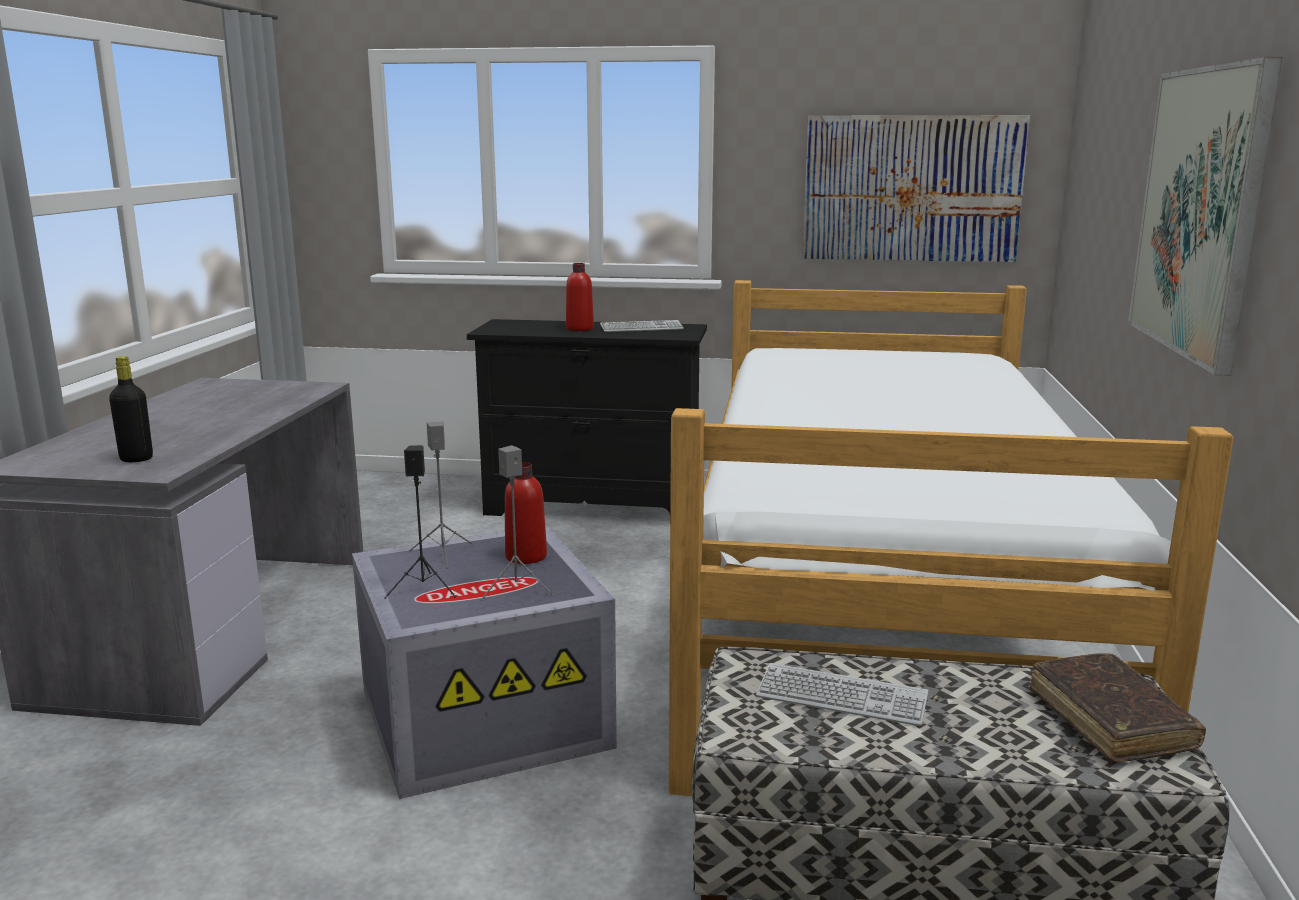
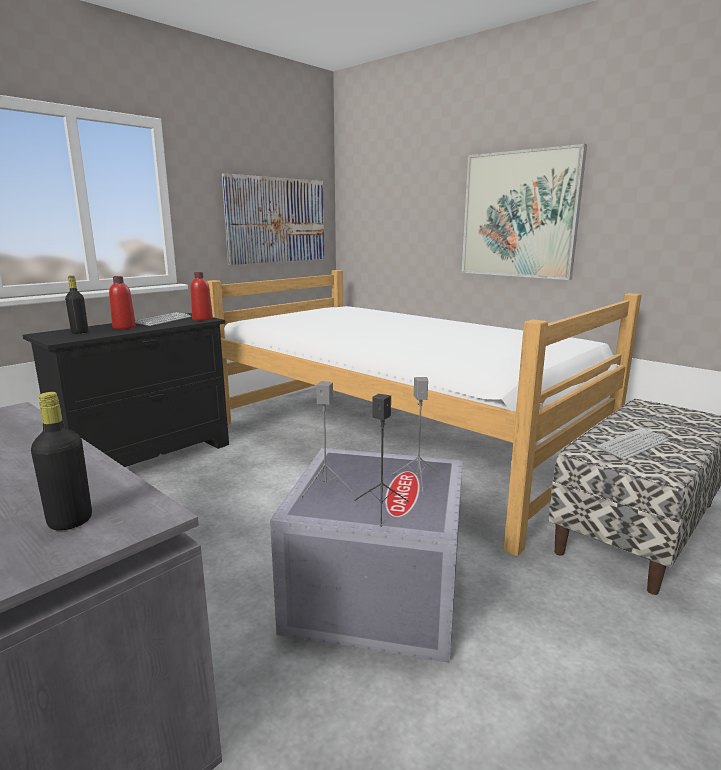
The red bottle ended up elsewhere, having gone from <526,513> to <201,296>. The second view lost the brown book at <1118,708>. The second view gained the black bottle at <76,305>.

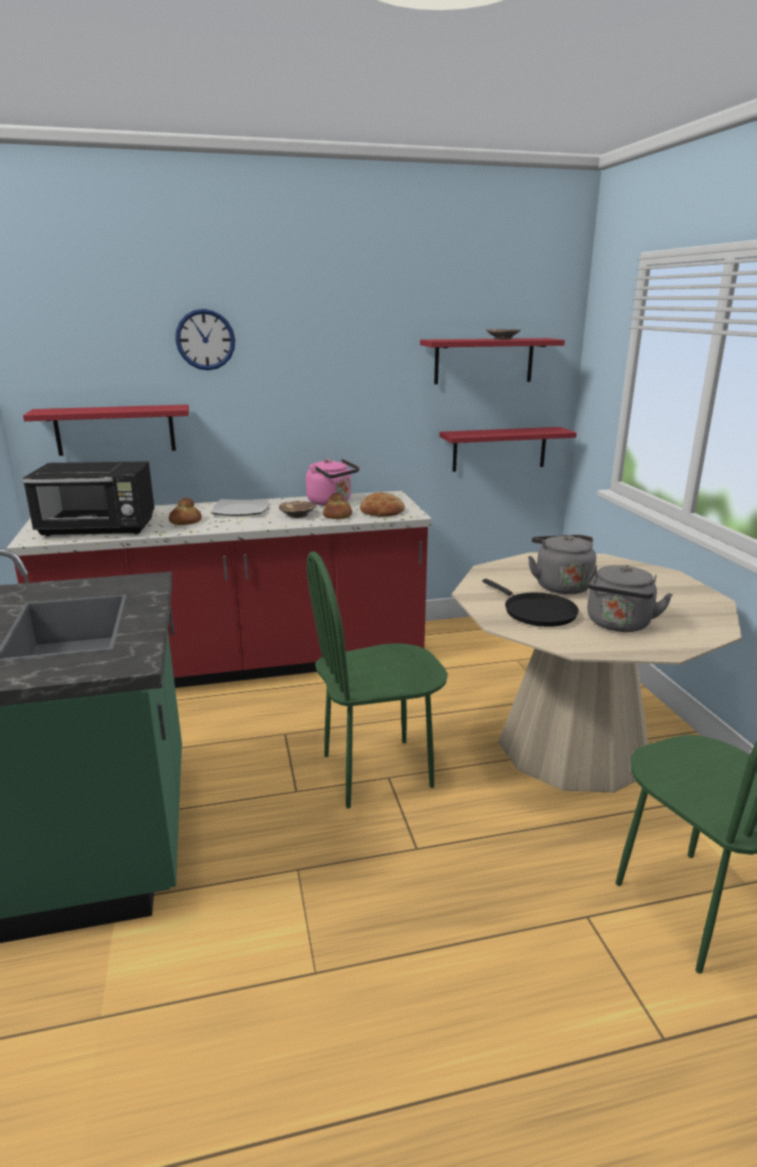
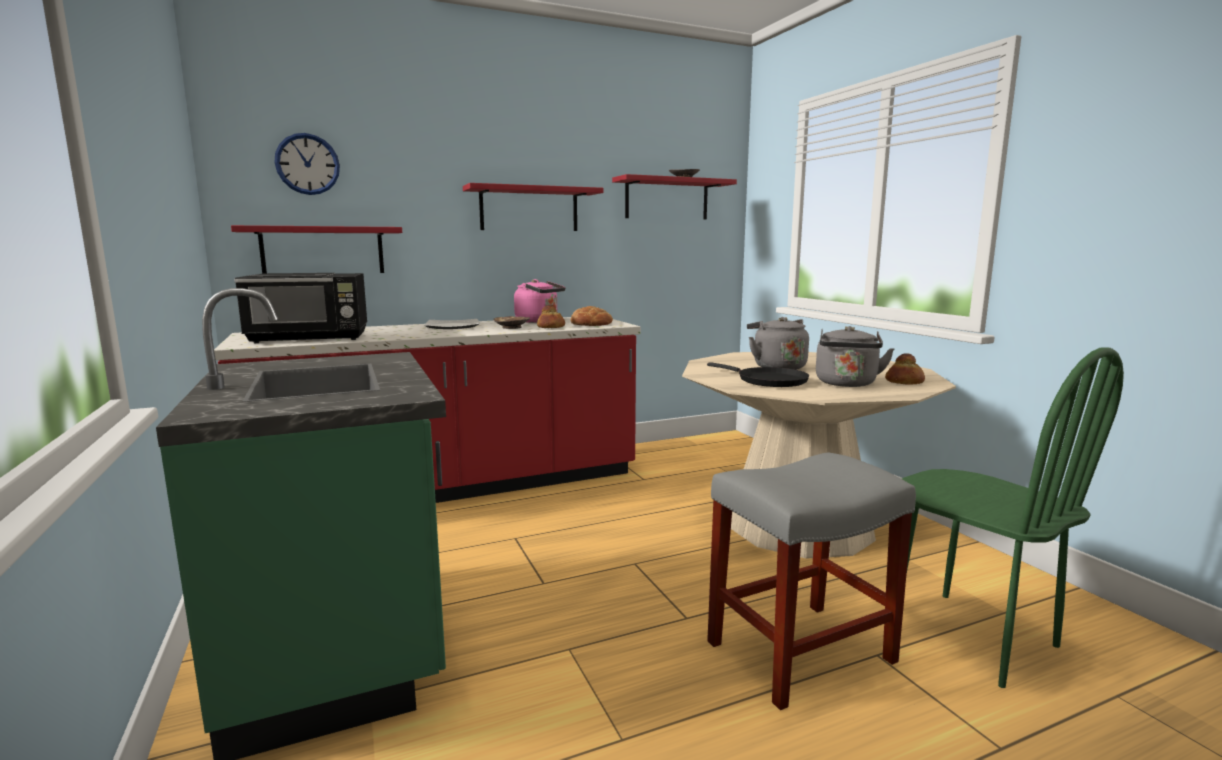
The bread ended up elsewhere, having gone from <185,511> to <905,369>. The wall clock ended up elsewhere, having gone from <205,339> to <307,164>. The second view lost the green chair at <377,680>. The red shelf ended up elsewhere, having gone from <508,449> to <533,207>. The second view gained the grey stool at <811,581>.

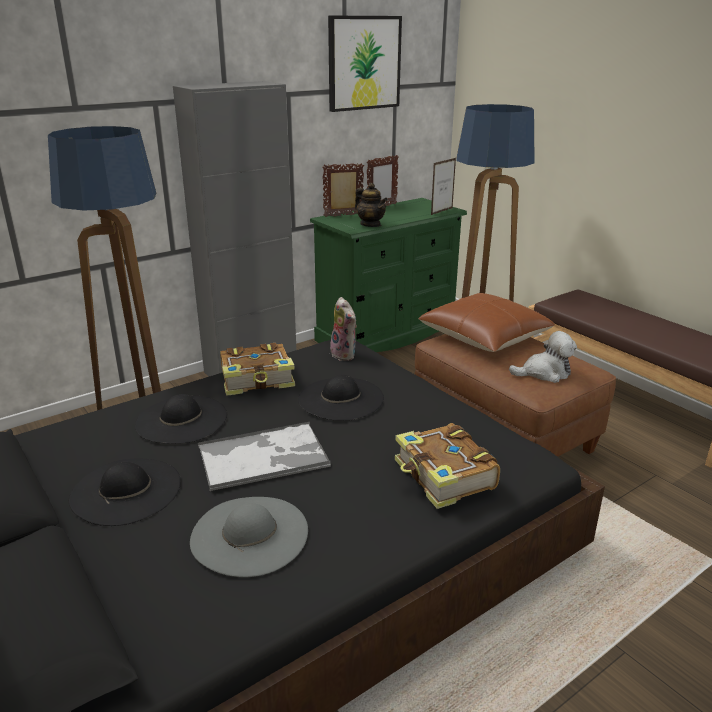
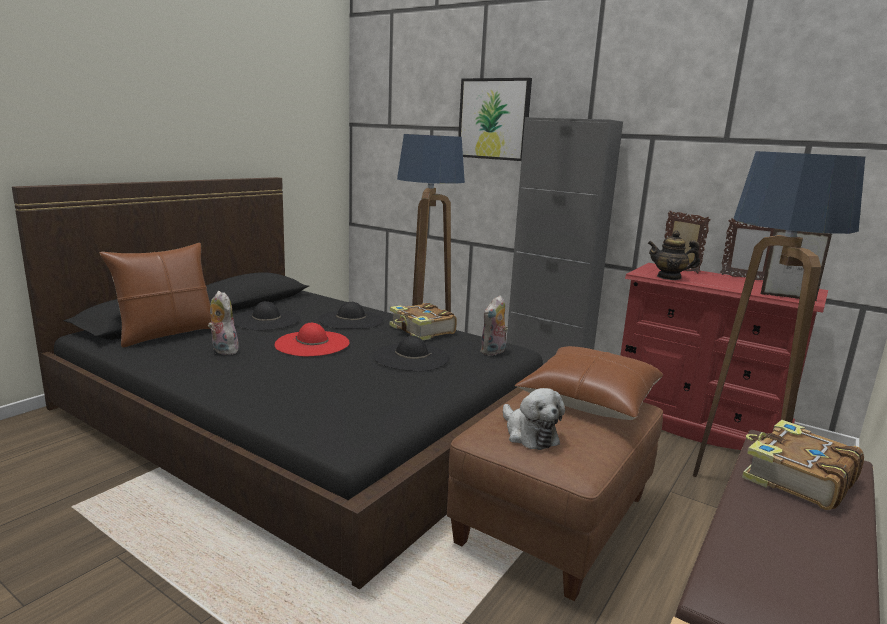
Where the grey hat stood at <249,537>, the plush toy came to stand at <223,323>. Where the tray stood at <264,456>, the red hat came to stand at <312,339>. What was the green dresser at <388,275> turned into the red dresser at <724,356>. The picture ended up elsewhere, having gone from <365,64> to <495,119>. The teapot at <371,205> ended up facing another way, 75 degrees clockwise from before. The book ended up elsewhere, having gone from <447,466> to <803,465>. The second view gained the brown pillow at <155,295>.

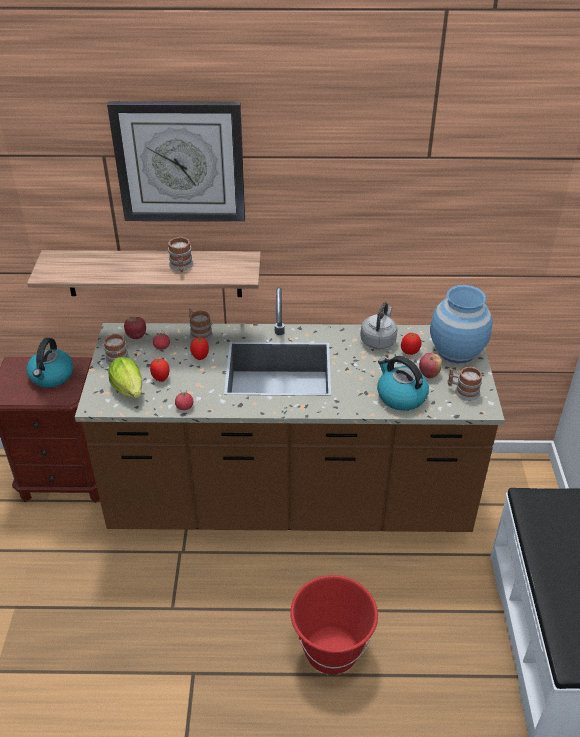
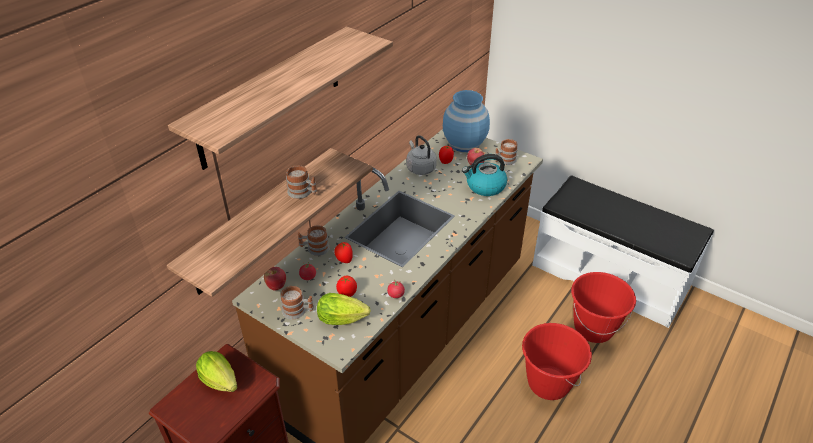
Where the kettle stood at <49,363>, the lettuce came to stand at <216,371>. Where the wall clock hung at <176,161>, the shelf came to hang at <280,98>. The second view gained the red bucket at <603,307>.

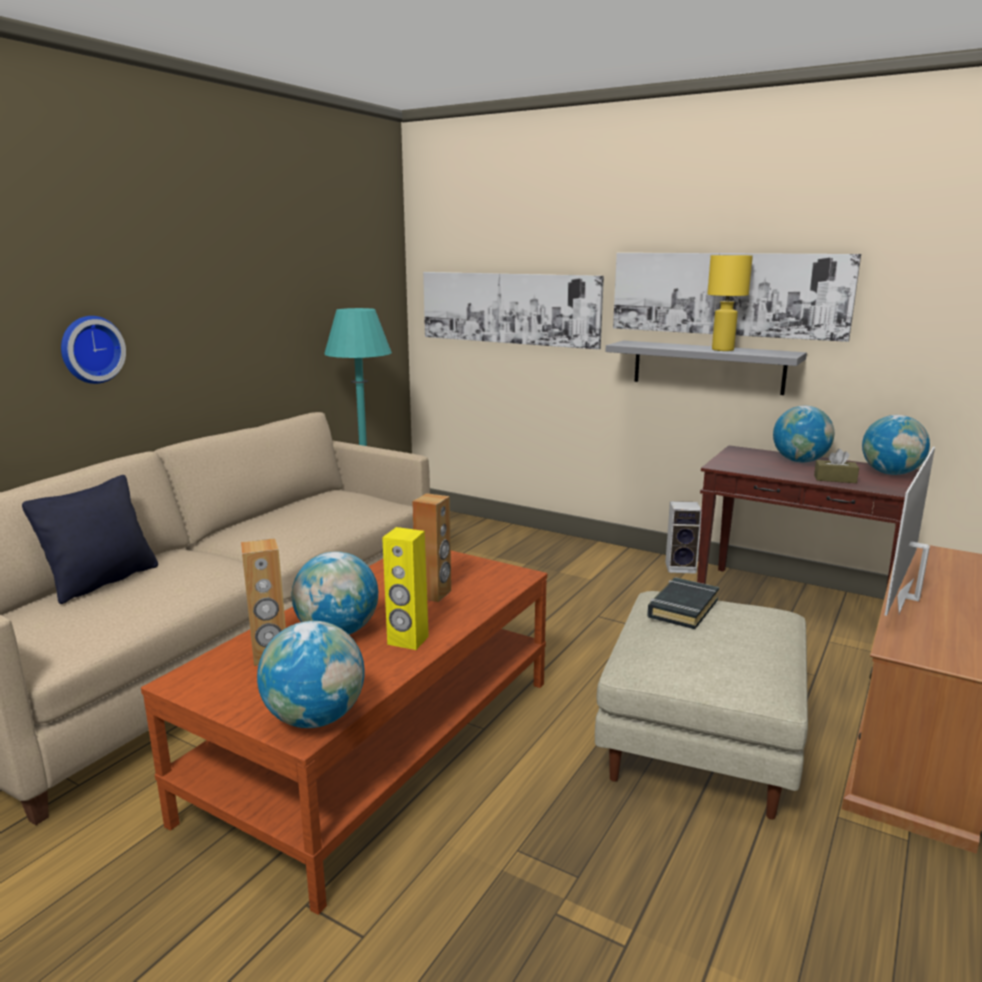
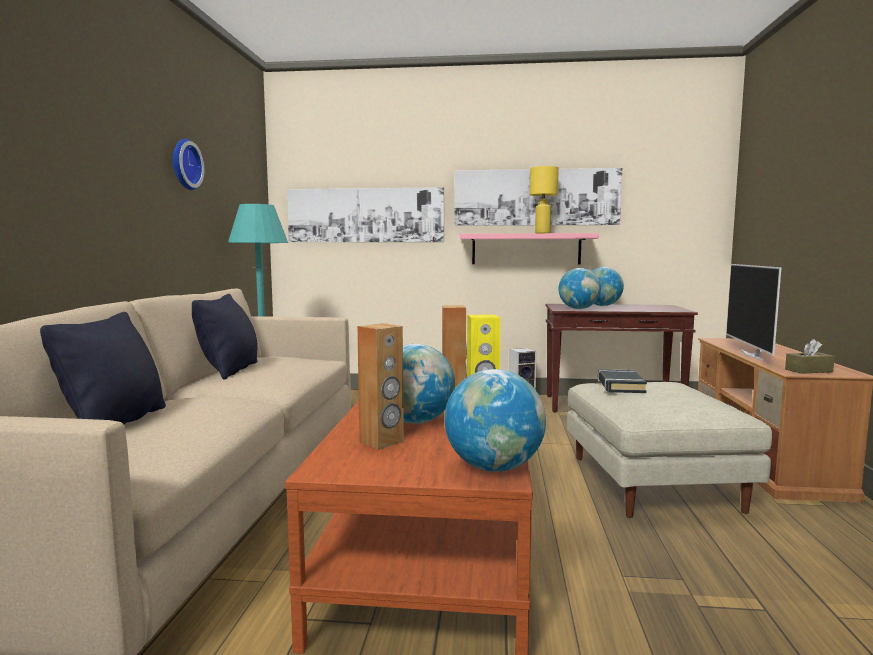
The wall clock ended up elsewhere, having gone from <93,350> to <188,164>. What was the grey shelf at <706,367> turned into the pink shelf at <529,249>. The brown tissue box ended up elsewhere, having gone from <836,466> to <810,356>. The globe ended up elsewhere, having gone from <896,445> to <579,288>. The second view gained the black pillow at <224,337>.

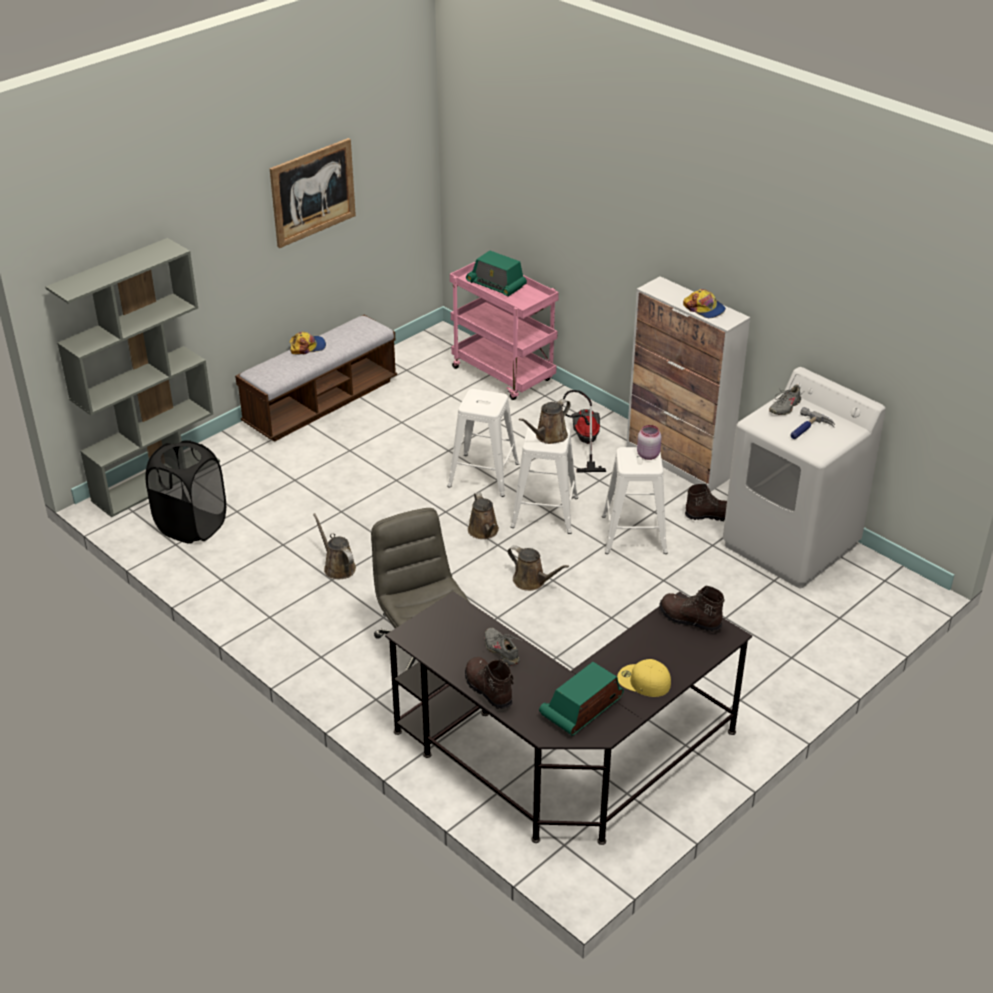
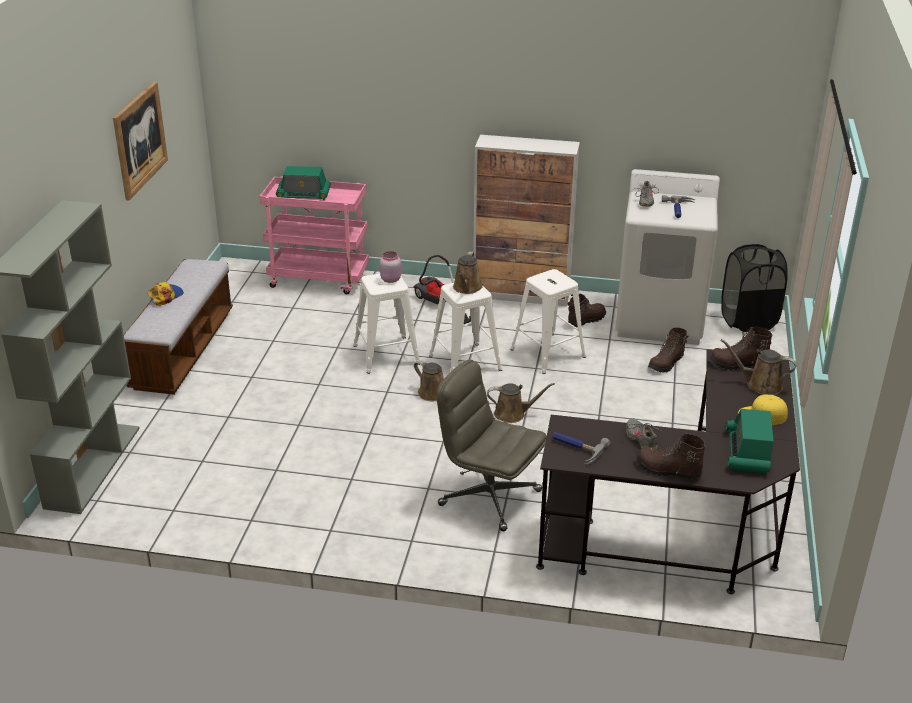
The black laundry basket ended up elsewhere, having gone from <185,492> to <754,288>. The brown watering can ended up elsewhere, having gone from <334,546> to <758,367>. The grey shoe at <502,647> ended up facing another way, 45 degrees clockwise from before. The pink jar ended up elsewhere, having gone from <649,442> to <390,267>. The second view lost the cap at <704,303>. The second view gained the hammer at <581,448>. The second view gained the brown boot at <668,350>.

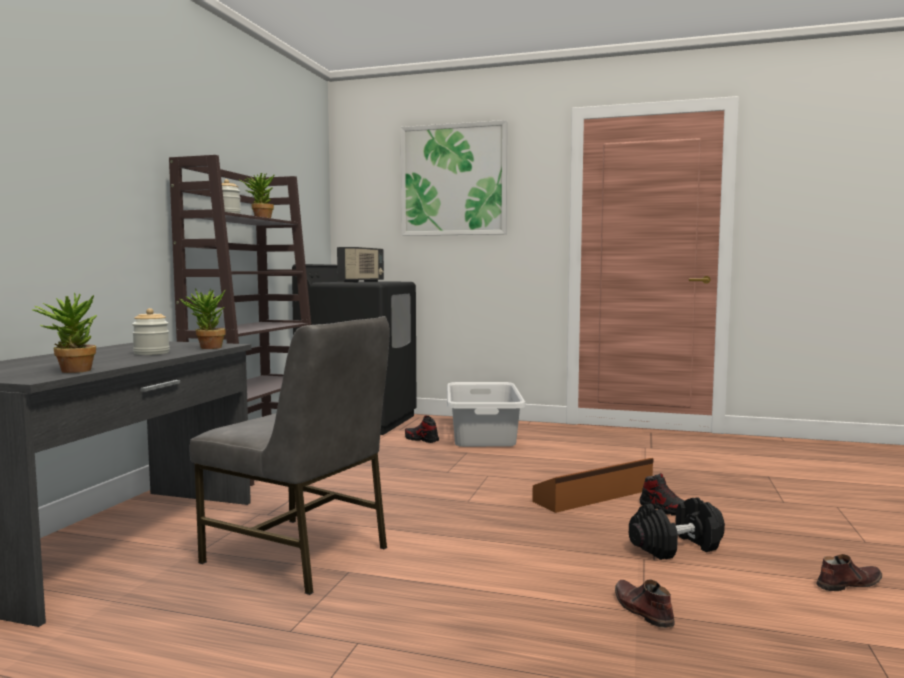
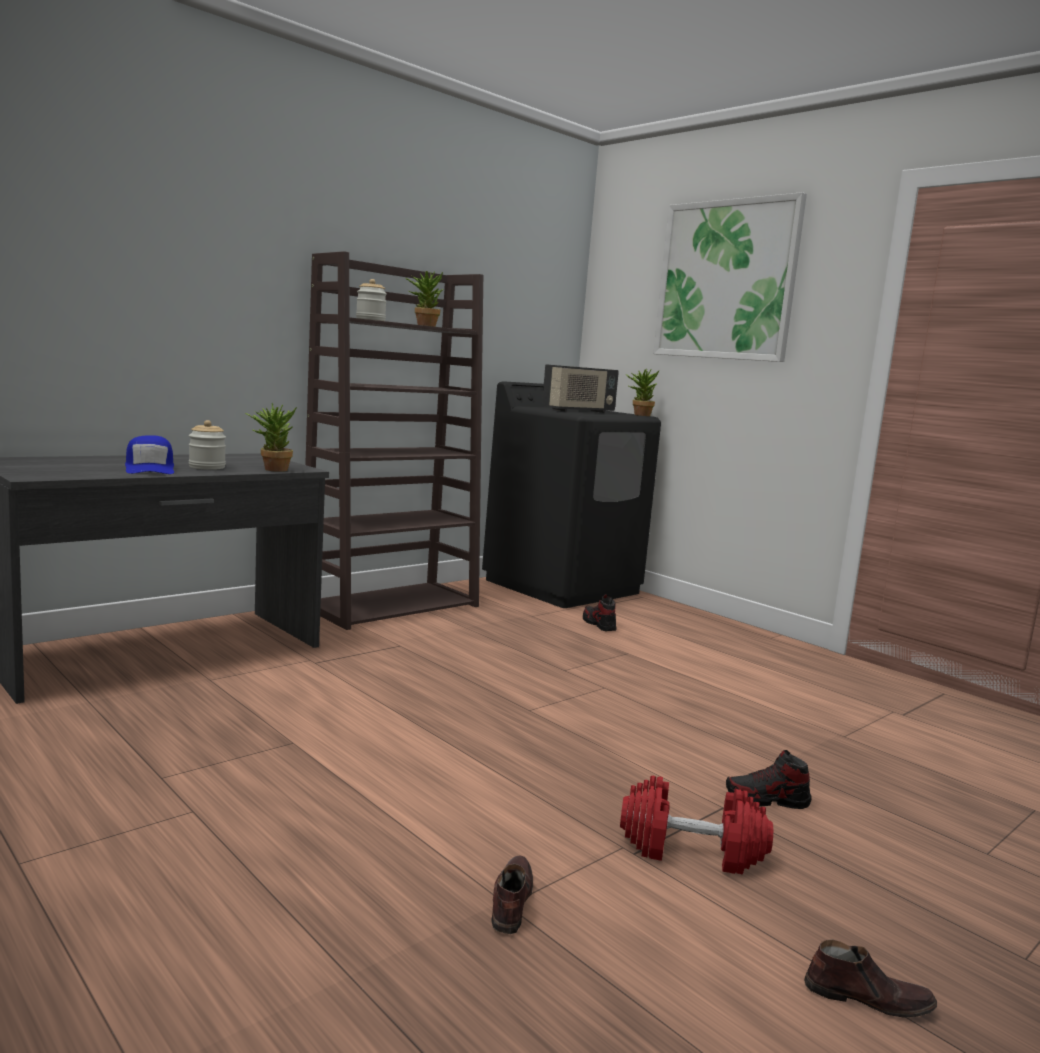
The potted plant ended up elsewhere, having gone from <64,333> to <642,392>. The second view lost the grey chair at <290,455>. The second view lost the grey laundry basket at <486,414>. The second view lost the brown storage box at <592,485>. What was the black dumbbell at <677,528> turned into the red dumbbell at <696,825>. The shoe at <662,494> ended up facing another way, 105 degrees clockwise from before. The second view gained the blue cap at <149,454>.

